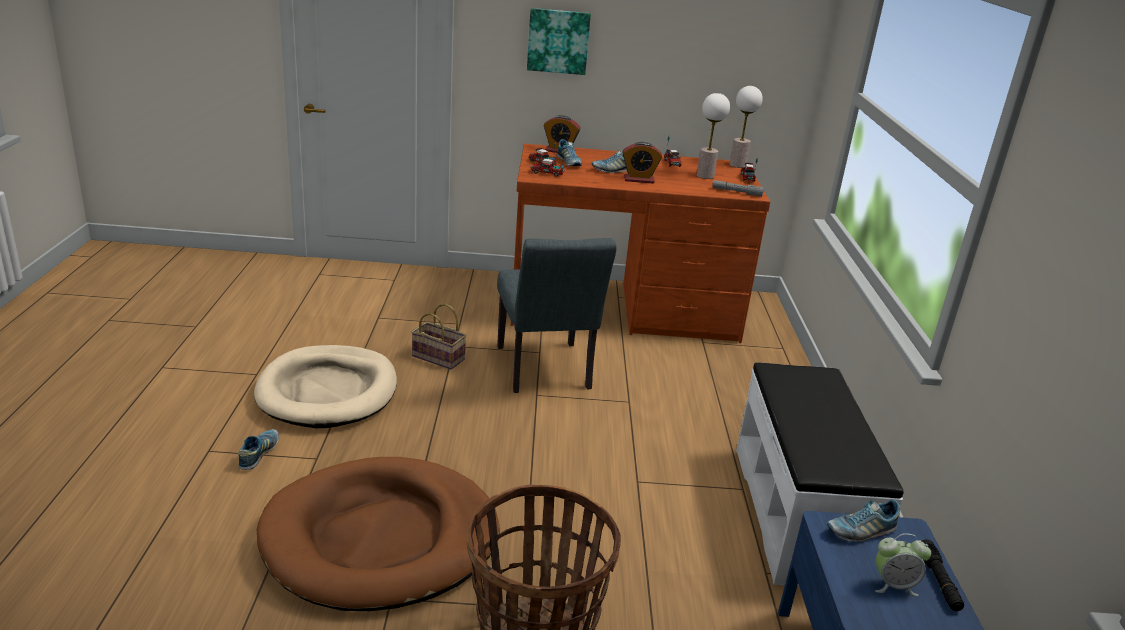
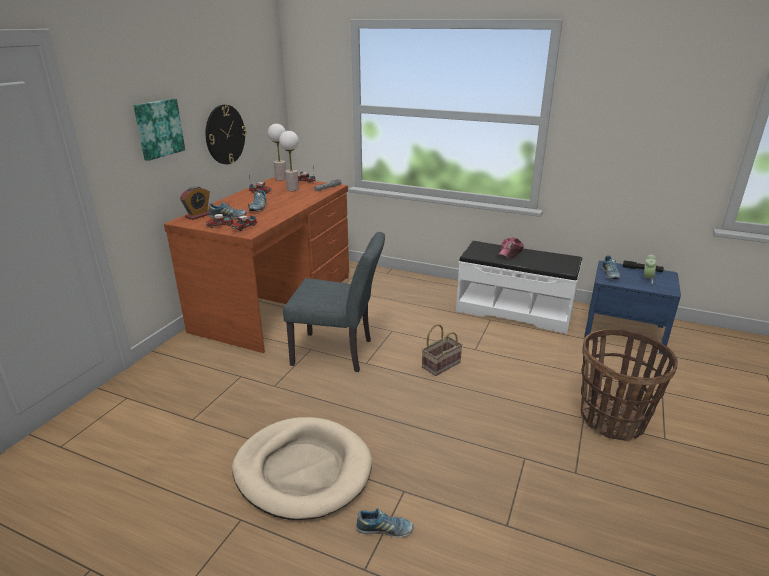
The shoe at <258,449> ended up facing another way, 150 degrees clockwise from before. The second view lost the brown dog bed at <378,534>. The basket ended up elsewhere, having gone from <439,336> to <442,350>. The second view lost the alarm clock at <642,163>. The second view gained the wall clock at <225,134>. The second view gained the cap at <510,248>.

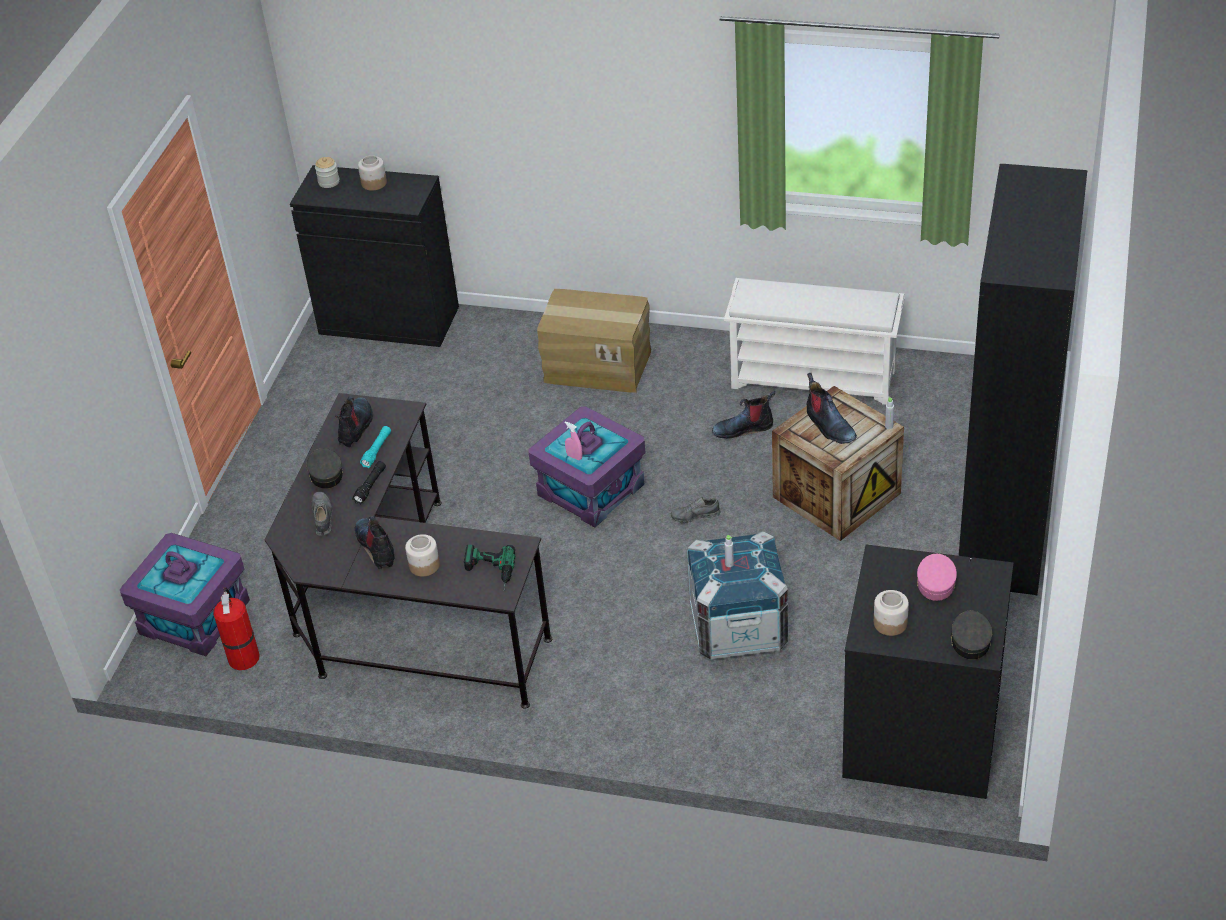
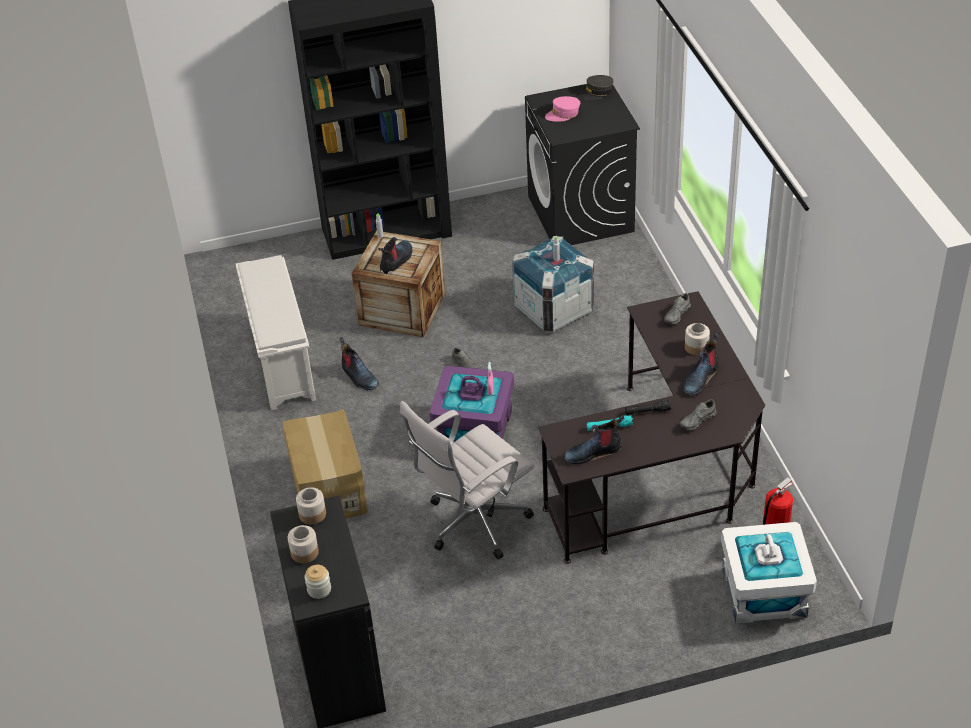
What was the purple storage box at <185,594> turned into the white storage box at <769,573>. The second view lost the grey cap at <325,468>. Where the power drill stood at <490,567>, the grey shoe came to stand at <677,308>. The jar ended up elsewhere, having gone from <891,613> to <311,506>. The second view gained the white office chair at <467,480>.

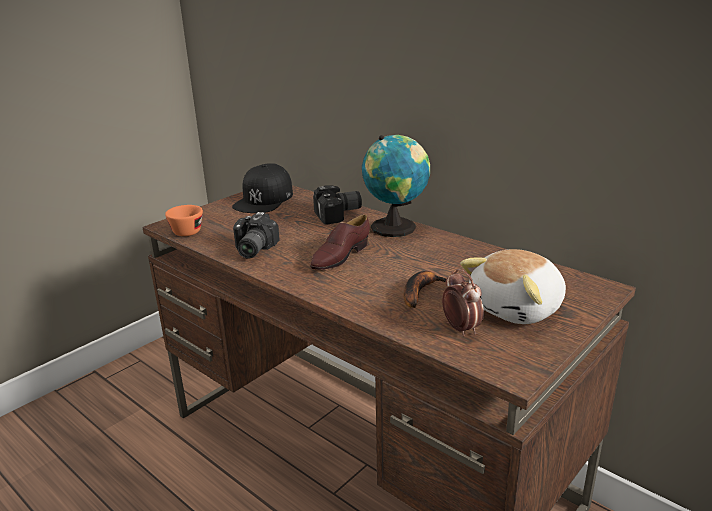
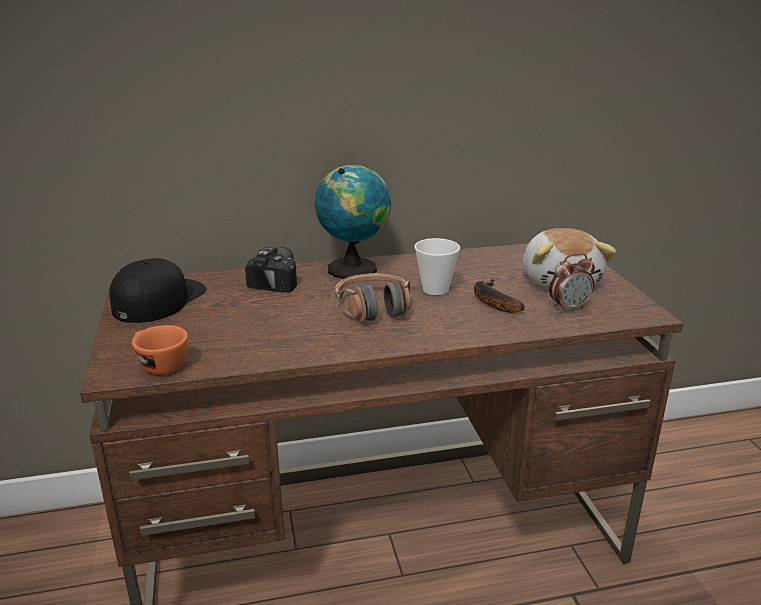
The black cap at <262,188> ended up facing another way, 120 degrees counterclockwise from before. The second view lost the photo camera at <256,235>. Where the brown shoe stood at <340,242>, the headphones came to stand at <372,298>. The alarm clock at <463,302> ended up facing another way, 150 degrees clockwise from before. The second view gained the cup at <437,266>.

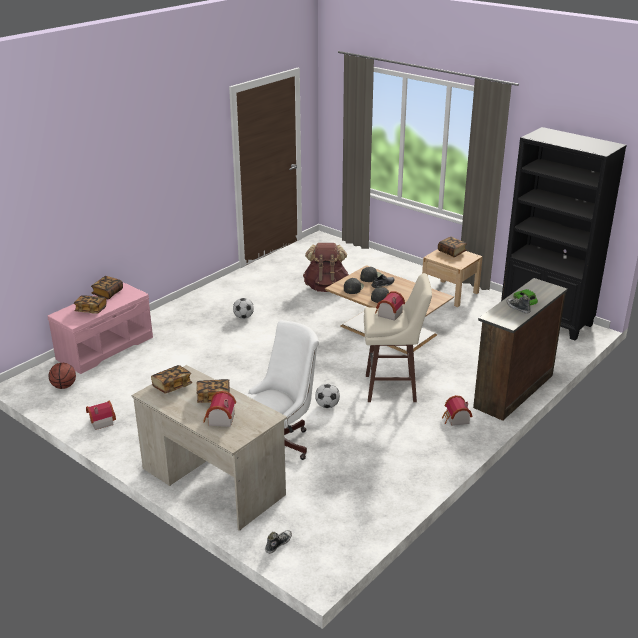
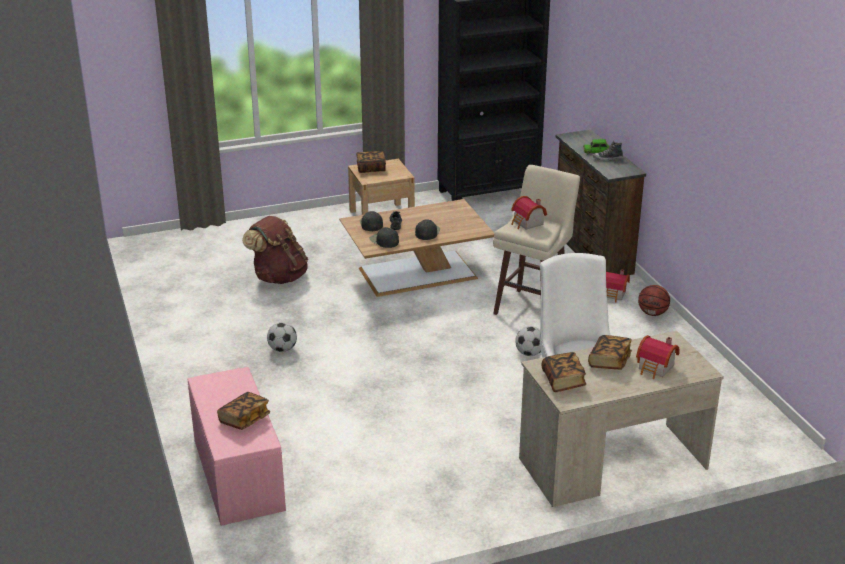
The basketball ended up elsewhere, having gone from <62,376> to <654,300>. The second view lost the toy house at <101,415>. The second view lost the book at <107,287>. The second view lost the shoe at <278,542>.

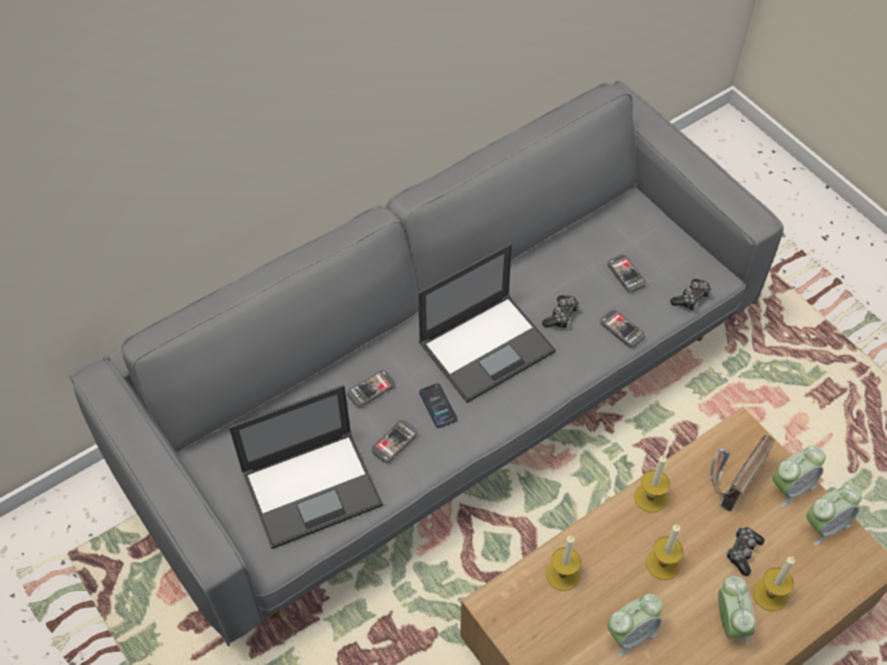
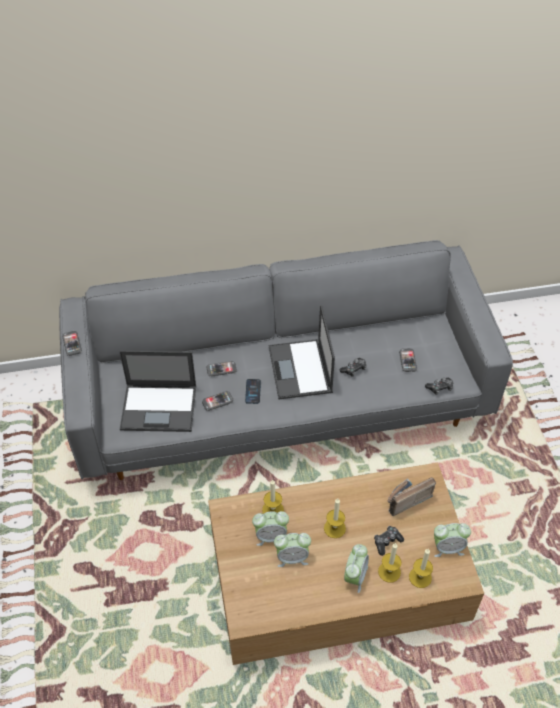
The laptop at <487,323> ended up facing another way, 90 degrees clockwise from before. The phone ended up elsewhere, having gone from <622,329> to <72,343>. The candle ended up elsewhere, having gone from <652,483> to <421,568>. The alarm clock ended up elsewhere, having gone from <799,476> to <270,528>.

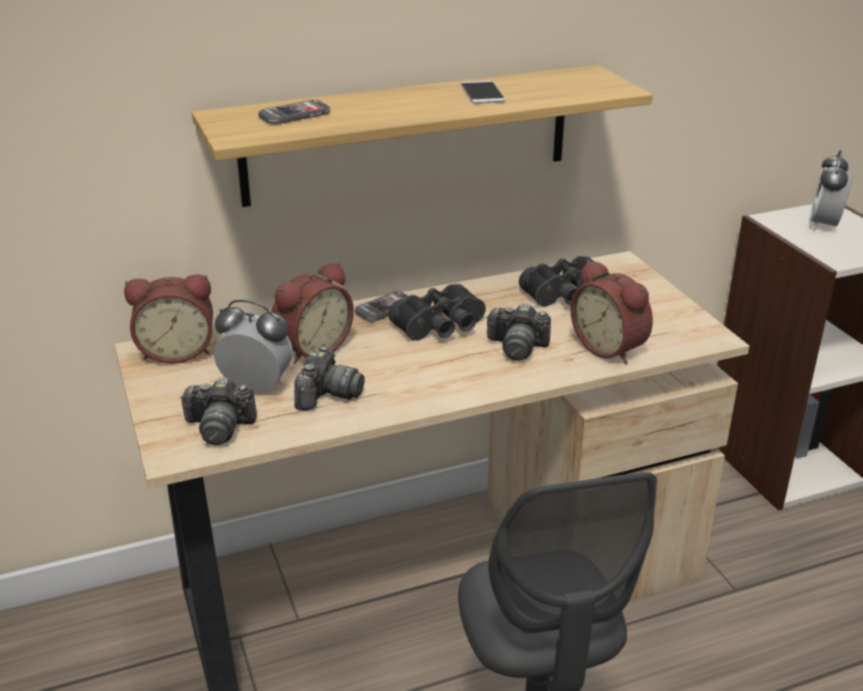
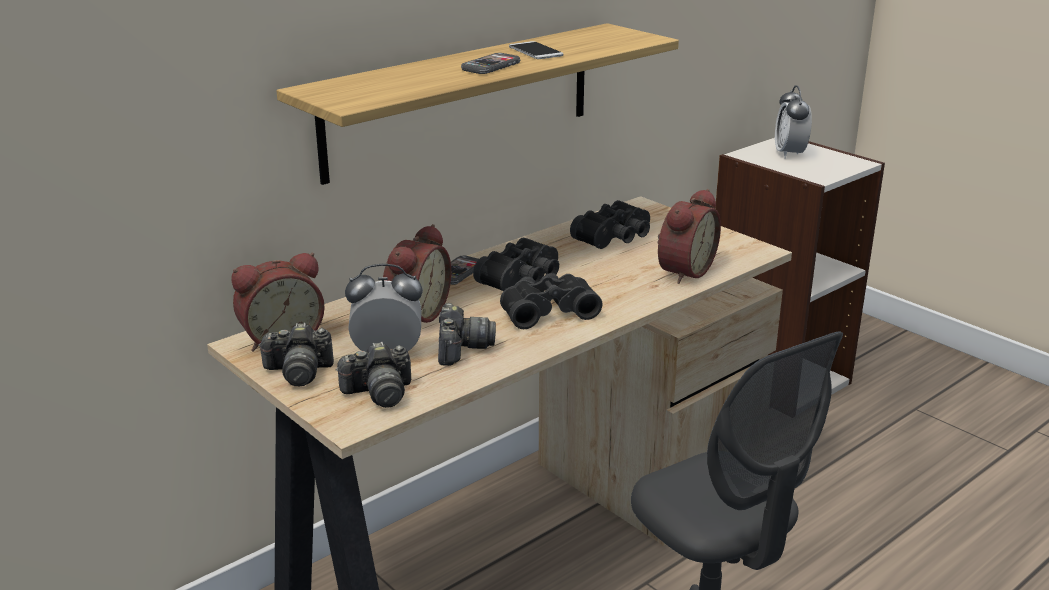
The phone ended up elsewhere, having gone from <294,112> to <491,63>. The photo camera ended up elsewhere, having gone from <518,332> to <296,354>. The alarm clock at <611,312> ended up facing another way, 90 degrees counterclockwise from before. The second view gained the black binoculars at <551,301>.

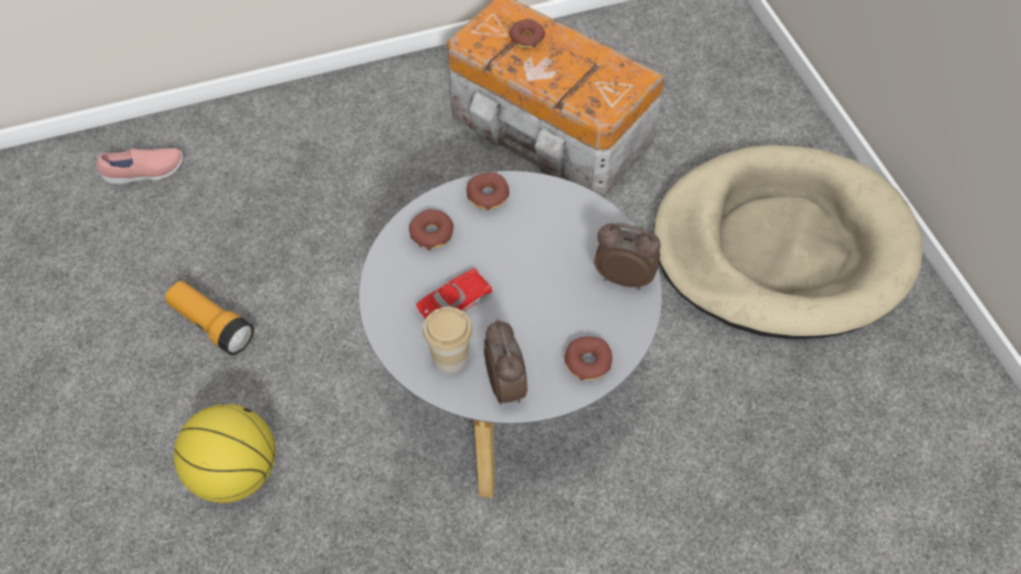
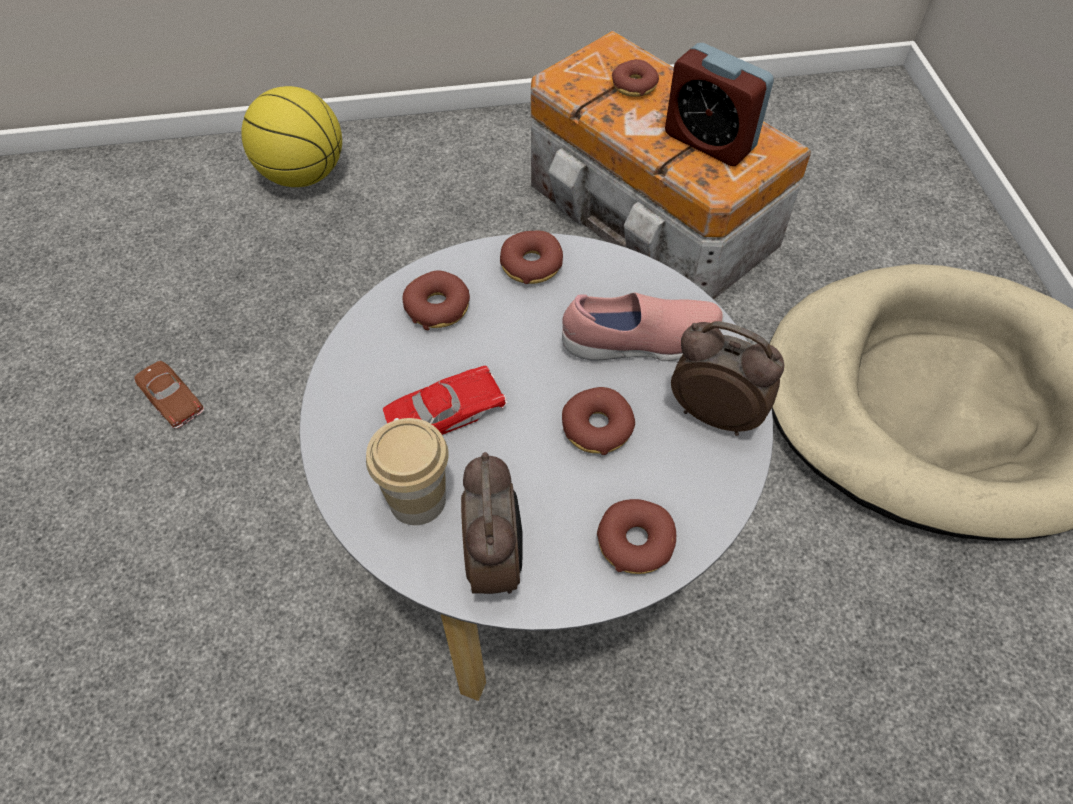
The pink shoe ended up elsewhere, having gone from <140,166> to <643,327>. Where the flashlight stood at <209,318>, the brown toy car came to stand at <169,394>. The basketball ended up elsewhere, having gone from <225,453> to <291,136>. The second view gained the donut at <598,421>. The second view gained the alarm clock at <719,104>.

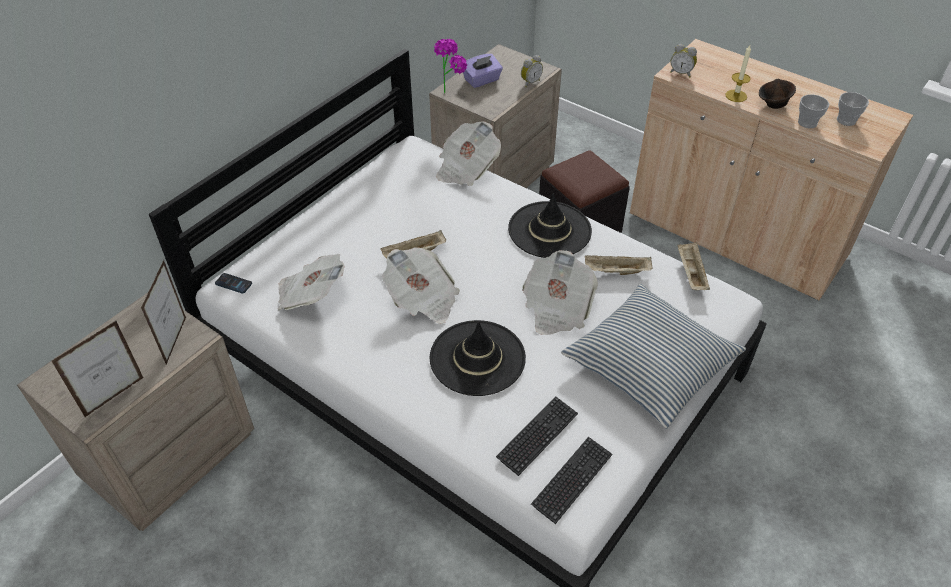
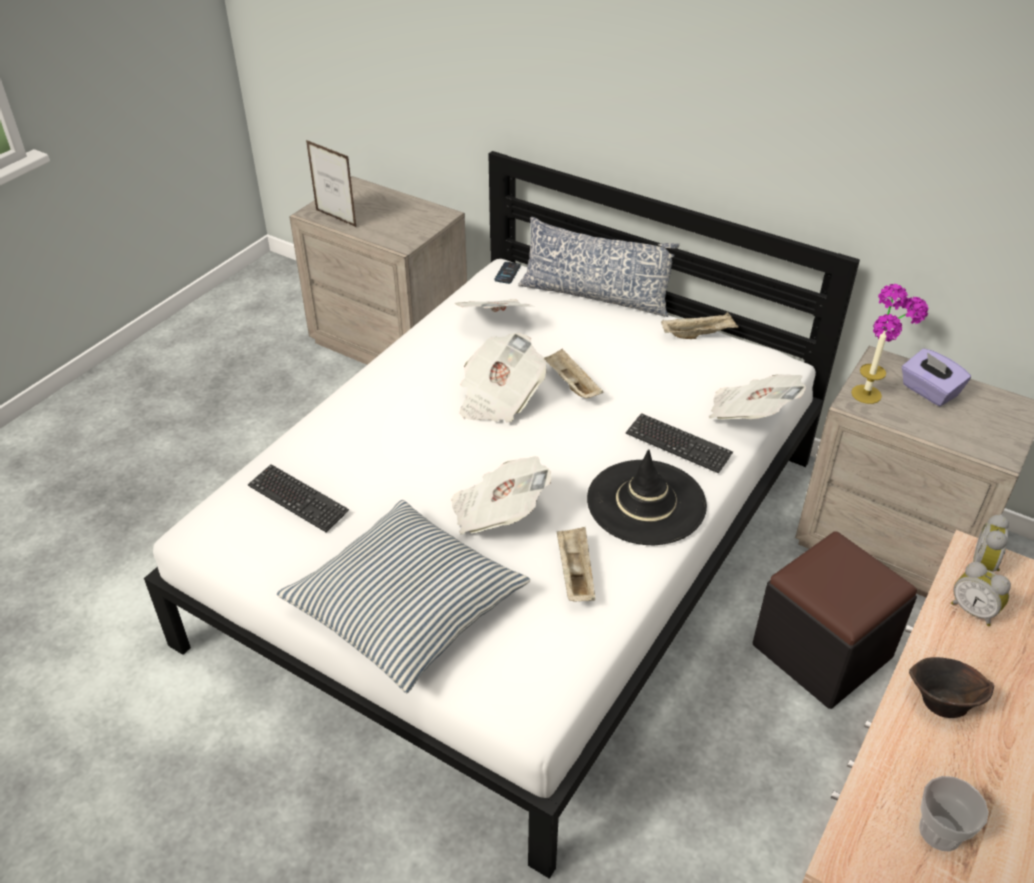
The second view lost the picture frame at <163,312>. The second view lost the black hat at <478,358>. The alarm clock ended up elsewhere, having gone from <532,71> to <981,594>. The keyboard ended up elsewhere, having gone from <571,480> to <679,443>. The beige tray ended up elsewhere, having gone from <693,266> to <700,325>. The candle ended up elsewhere, having gone from <738,73> to <869,367>. The second view lost the cup at <813,111>. The second view gained the pillow at <599,267>.

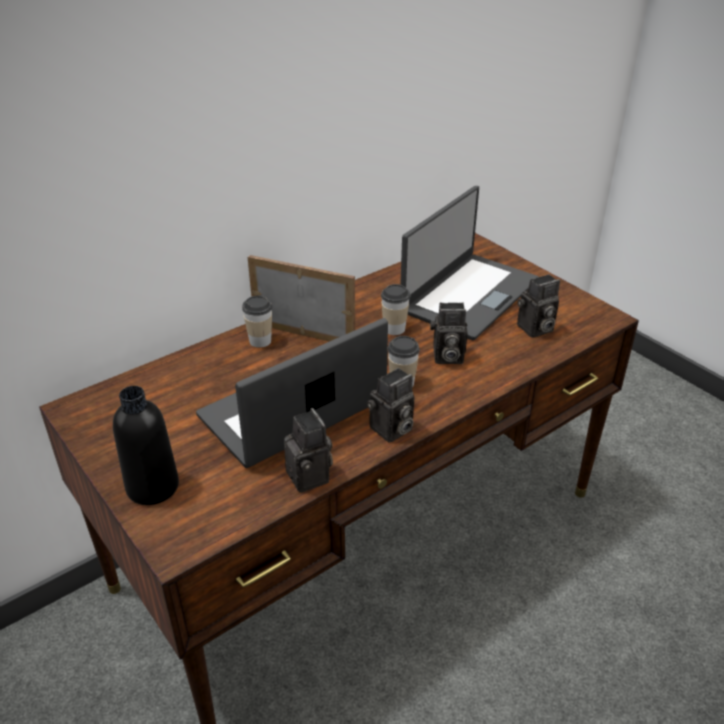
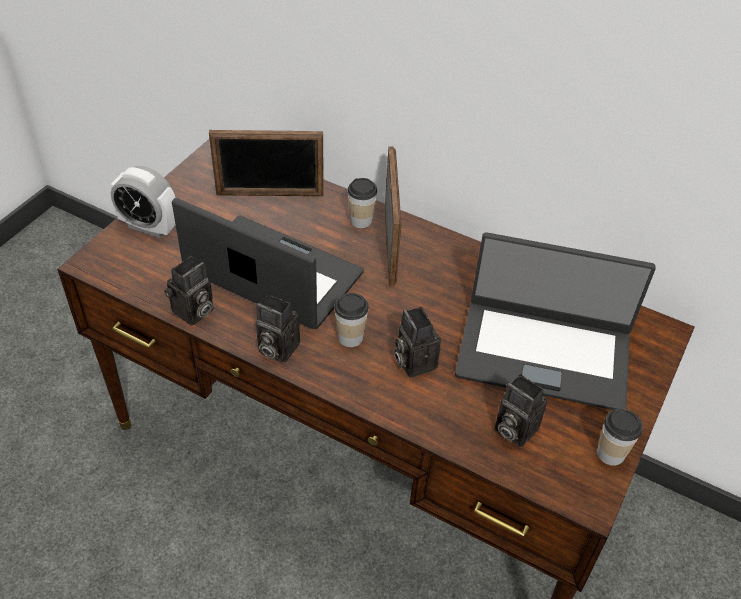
Where the black bottle stood at <146,445>, the alarm clock came to stand at <142,202>. The cup ended up elsewhere, having gone from <395,309> to <620,437>. The second view gained the picture frame at <266,163>.

